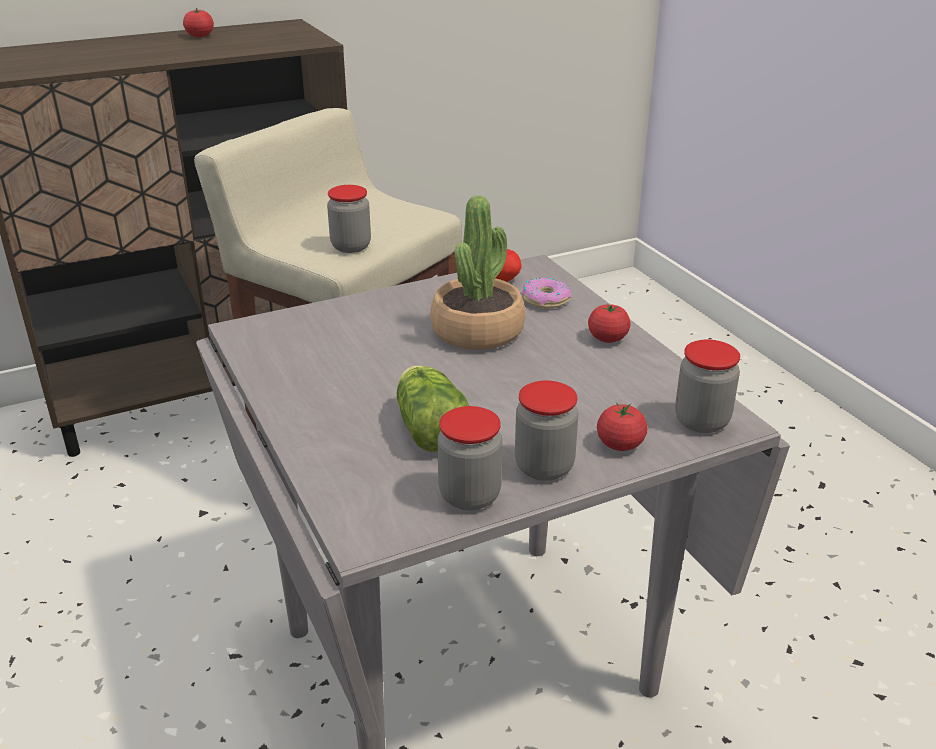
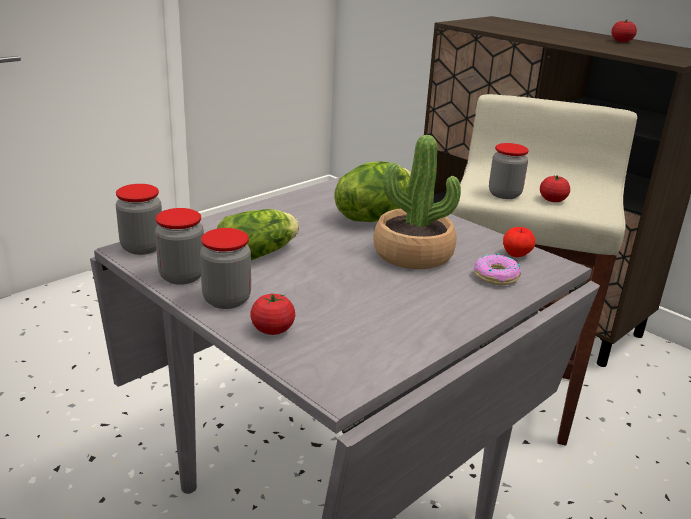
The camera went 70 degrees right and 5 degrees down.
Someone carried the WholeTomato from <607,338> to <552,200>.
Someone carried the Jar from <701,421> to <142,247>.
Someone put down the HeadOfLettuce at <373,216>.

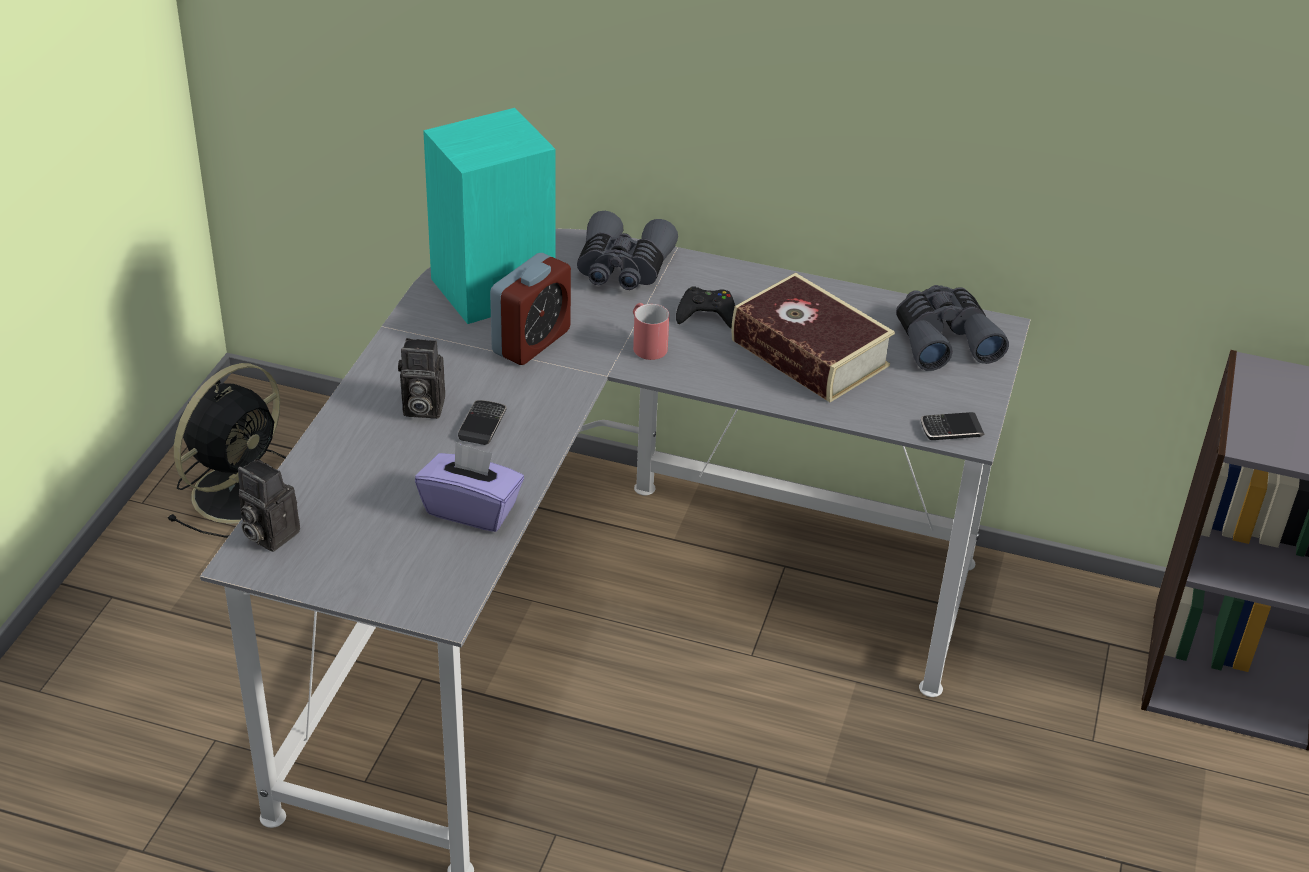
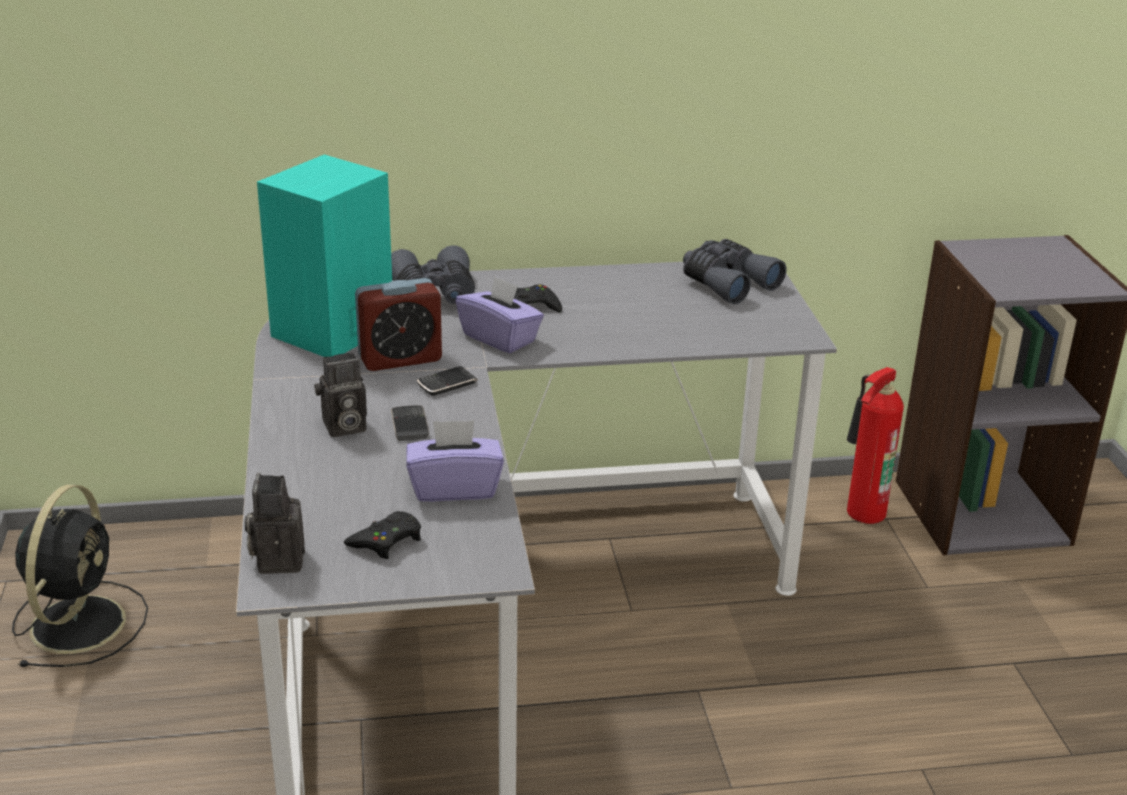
The camera went 25 degrees left and 10 degrees down.
Someone rotated the PhotoCamera at <267,534> by 75 degrees clockwise.
Someone rotated the TableClock at <531,341> by 60 degrees clockwise.
Someone swapped the RedCoffeeMug at <646,344> for the PurpleTissueBox at <500,338>.
Someone took away the Volume at <809,353>.
Someone carried the Telephone from <951,429> to <447,384>.
Someone put down the BlackJoypad at <386,541>.
Someone put down the FireFightingCylinder at <861,513>.

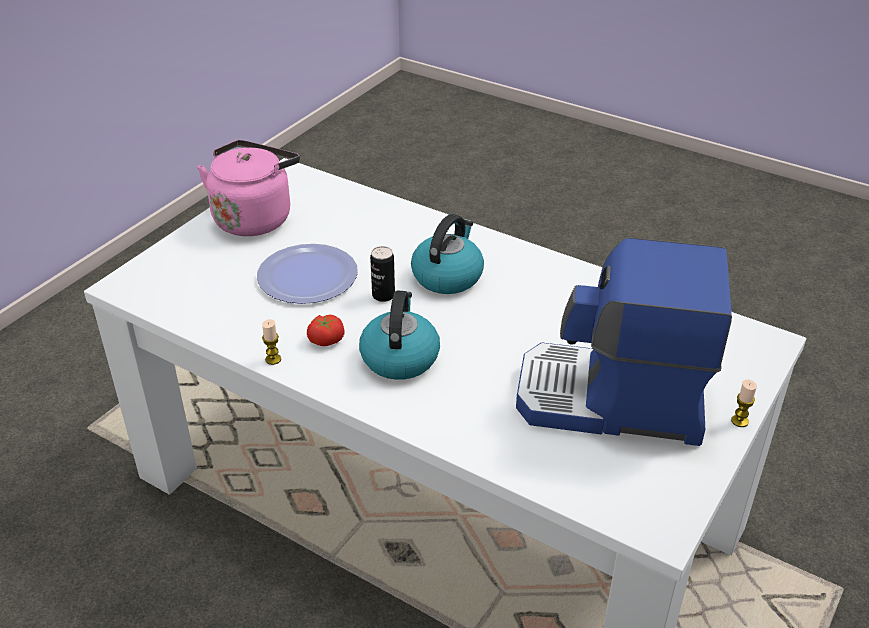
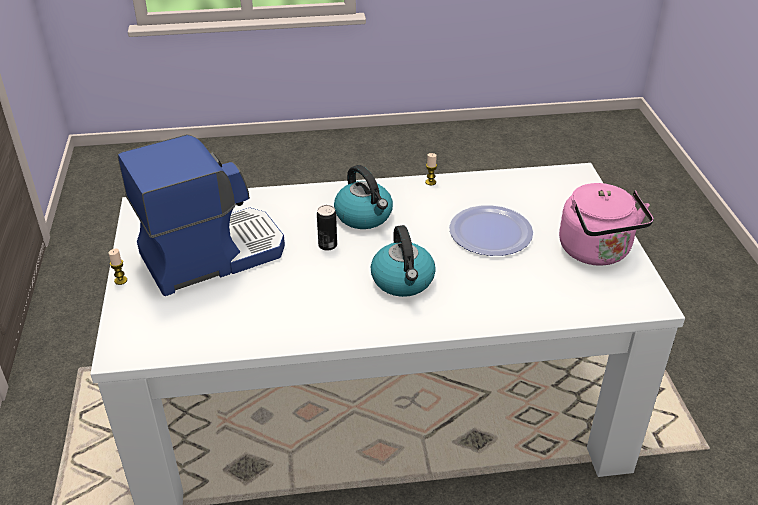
The camera went 140 degrees right and 0 degrees up.
Someone took away the WholeTomato at <326,339>.
Someone carried the Can from <383,295> to <327,245>.

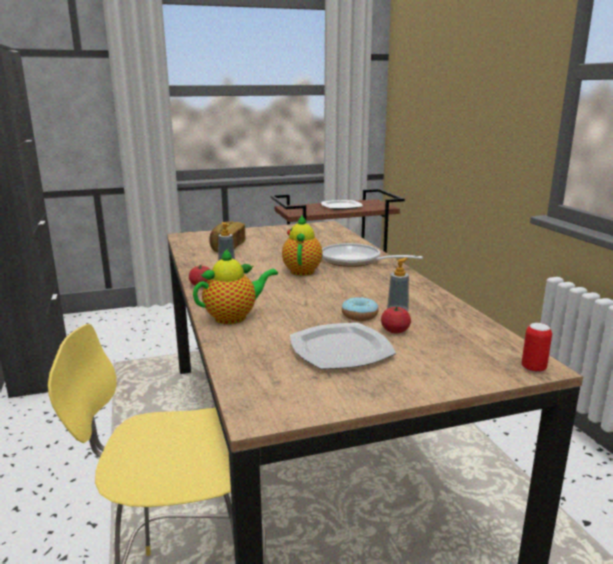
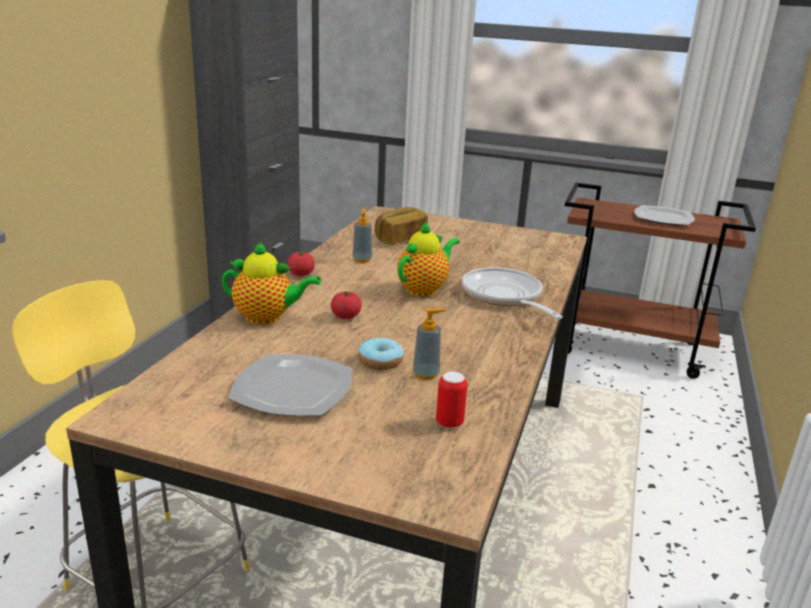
The camera went 35 degrees right and 5 degrees up.
Someone carried the WholeTomato from <395,331> to <346,316>.
Someone carried the Can from <533,368> to <449,423>.

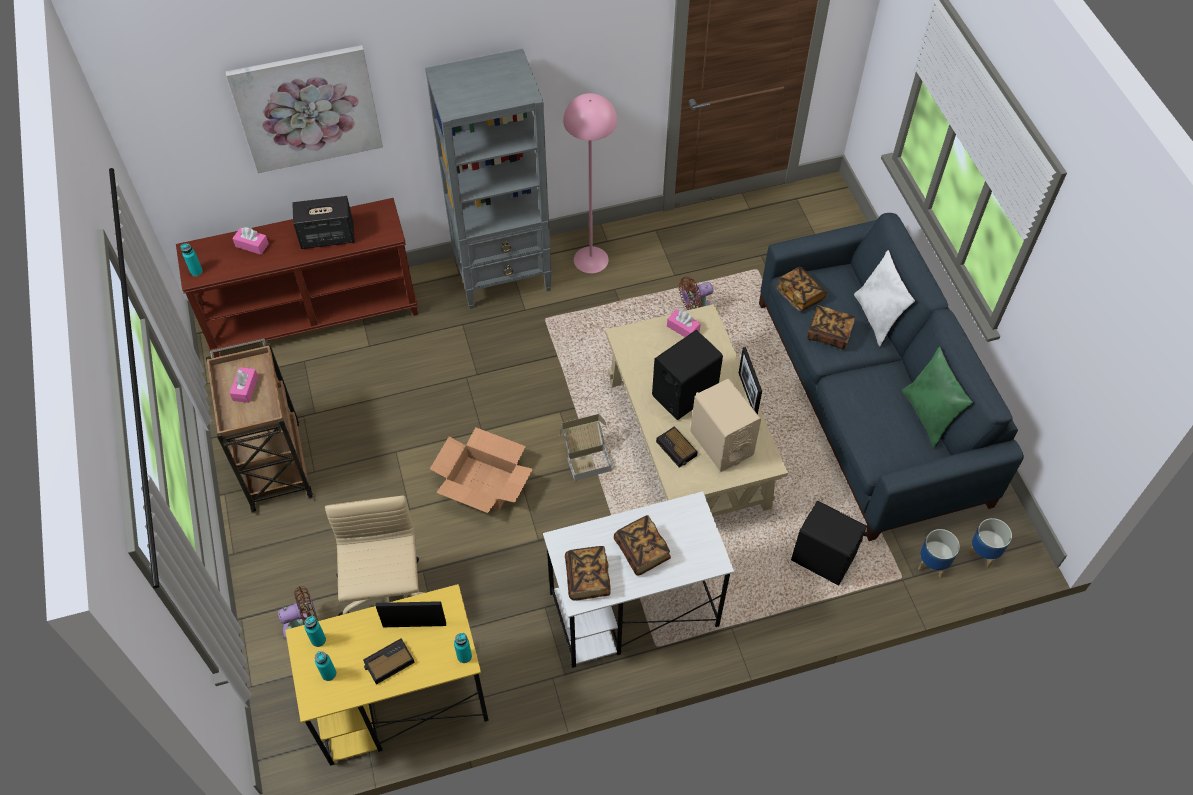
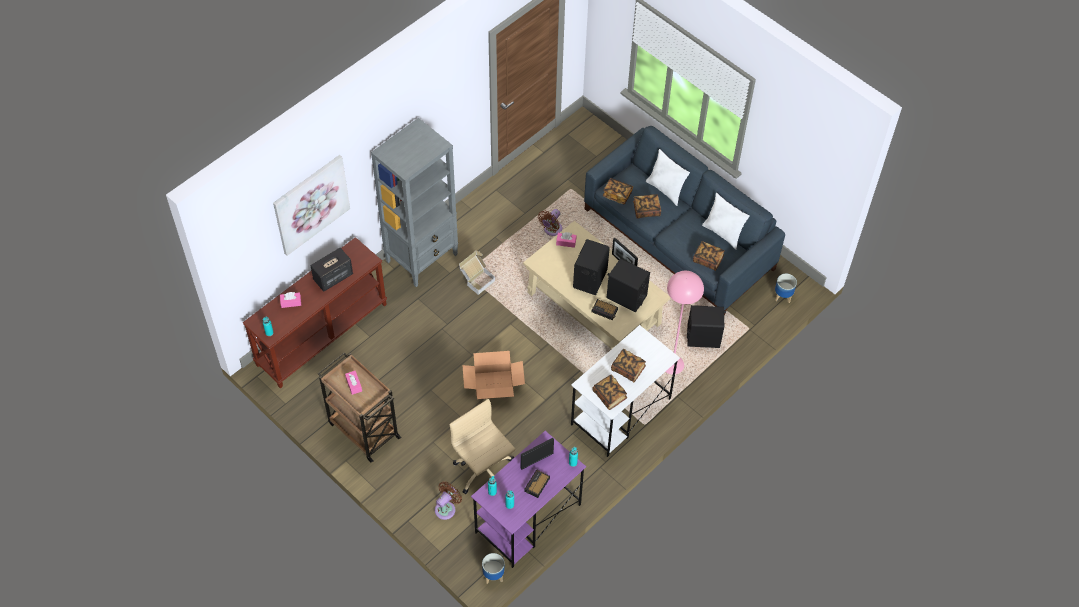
The camera went 30 degrees left and 0 degrees up.
Someone repainted the YellowColouredDesk at <400,703>, which became the PurpleDesk at <527,519>.
Someone carried the Carton from <586,457> to <476,279>.
Someone carried the PinkStandardLamp from <591,259> to <672,364>.
Someone repainted the BeigeColouredLoudspeaker at <721,443>, which became the BlackLoudspeaker at <626,297>.
Someone repainted the GreenCushion at <929,416>, which became the WhitishCushion at <723,233>.
Someone carried the FlowerPot from <932,564> to <493,575>.
Someone put down the Volume at <708,260>.

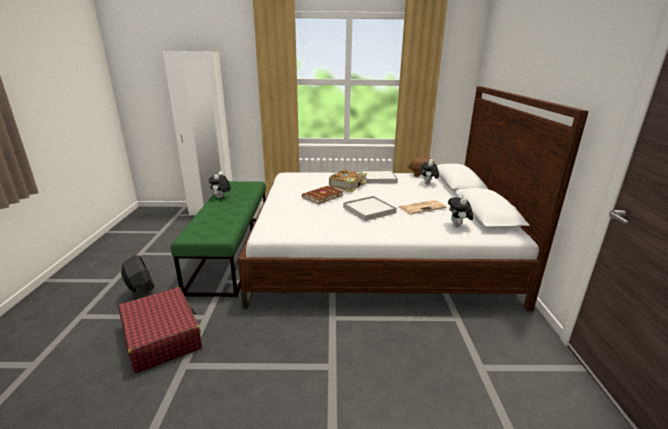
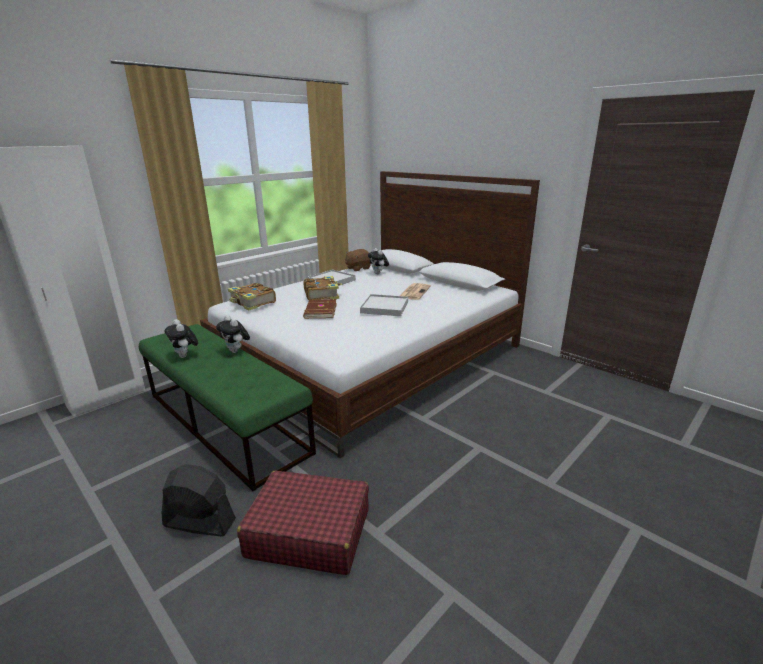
The camera went 45 degrees left and 0 degrees up.
Someone carried the SoftToy from <458,226> to <236,351>.
Someone put down the Volume at <252,303>.

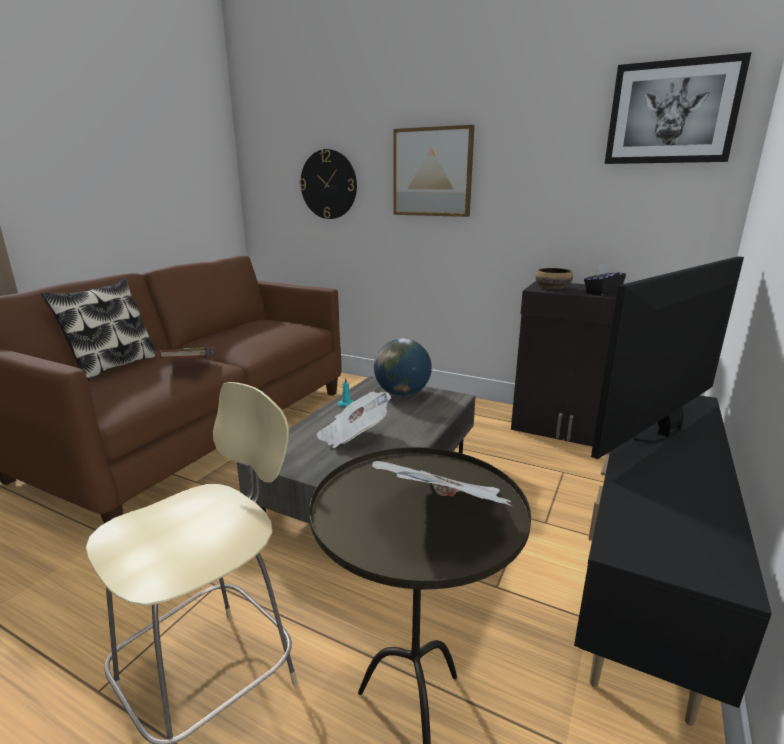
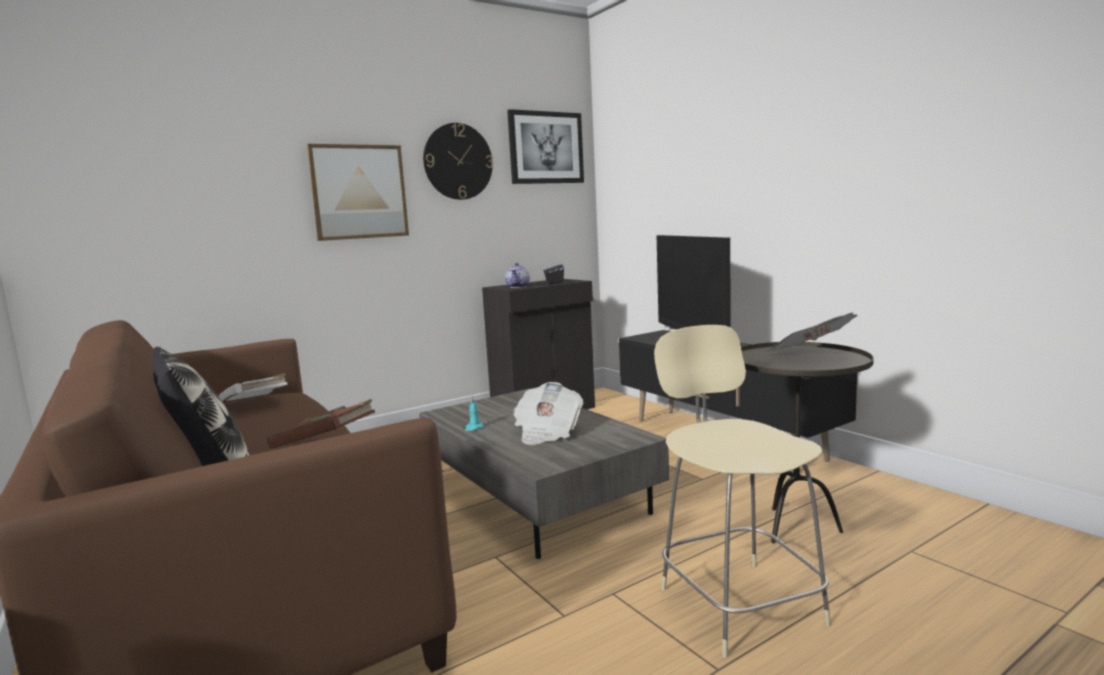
The camera went 60 degrees left and 10 degrees down.
Someone carried the ClockOnTheWall from <328,184> to <458,161>.
Someone took away the Globe at <402,393>.
Someone swapped the Bowl at <553,288> for the PotForTea at <518,287>.
Someone put down the WhitishVolume at <256,403>.

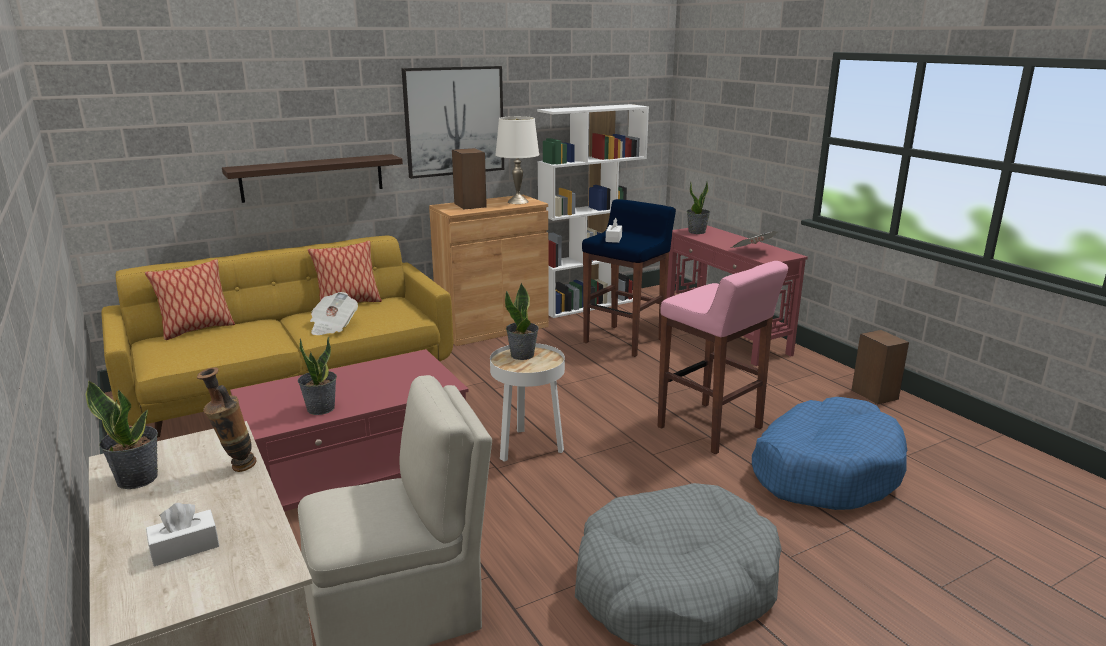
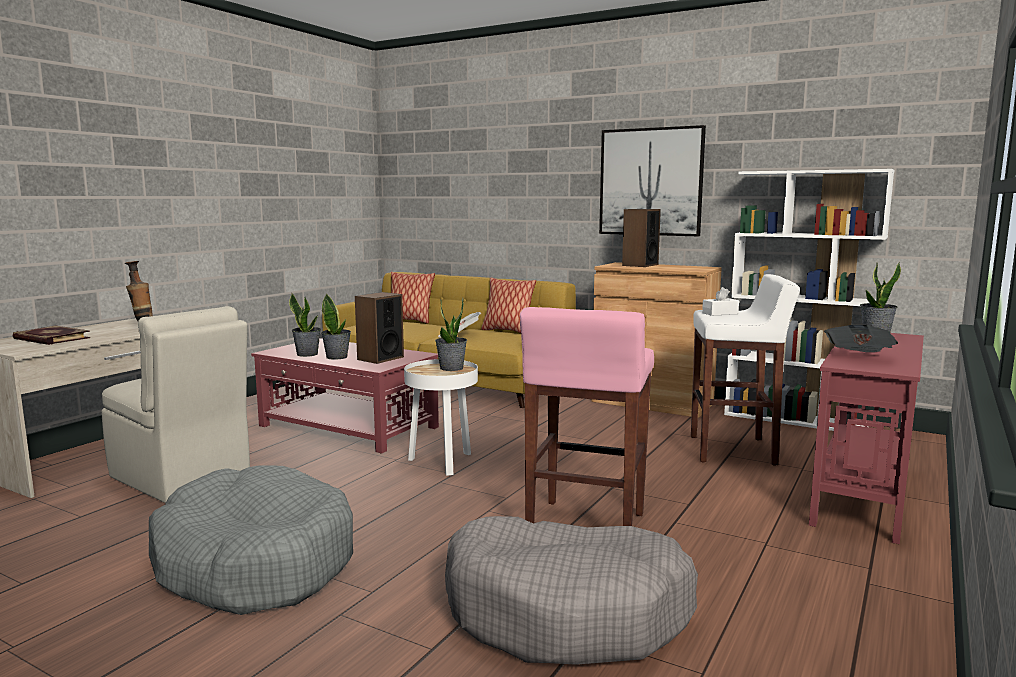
The camera went 60 degrees right and 10 degrees down.
Someone carried the PottedPlant from <137,478> to <337,357>.
Someone swapped the WhitishTissueBox at <185,548> for the Volume at <50,338>.
Someone took away the Shelf at <313,177>.
Someone took away the WhitishLampForATable at <518,202>.
Someone repainted the BlueColouredStool at <624,341>, which became the WhitishStool at <733,450>.
Someone repainted the BlueColouredDogBed at <825,470>, which became the GreyishDogBed at <567,612>.
Someone carried the Loudspeaker from <874,394> to <380,358>.

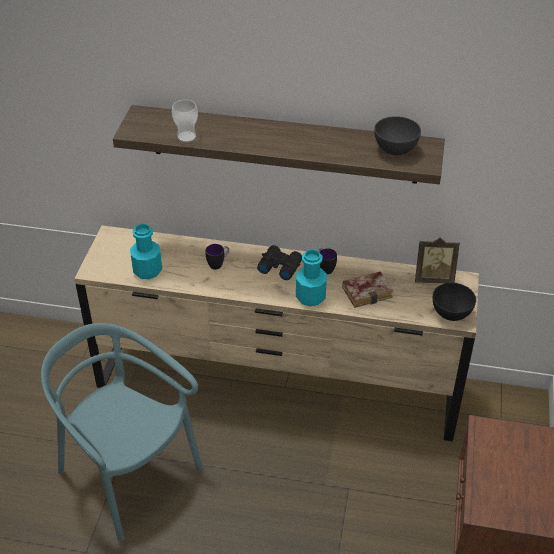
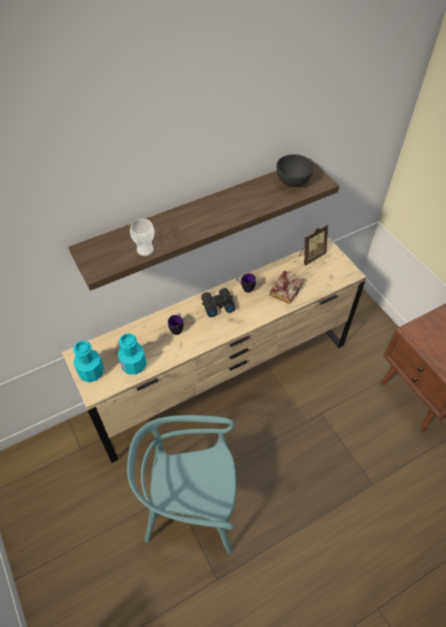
The camera went 40 degrees left and 10 degrees up.
Someone carried the BlueGreenBottle from <310,297> to <91,372>.
Someone took away the BlackBowl at <451,313>.

